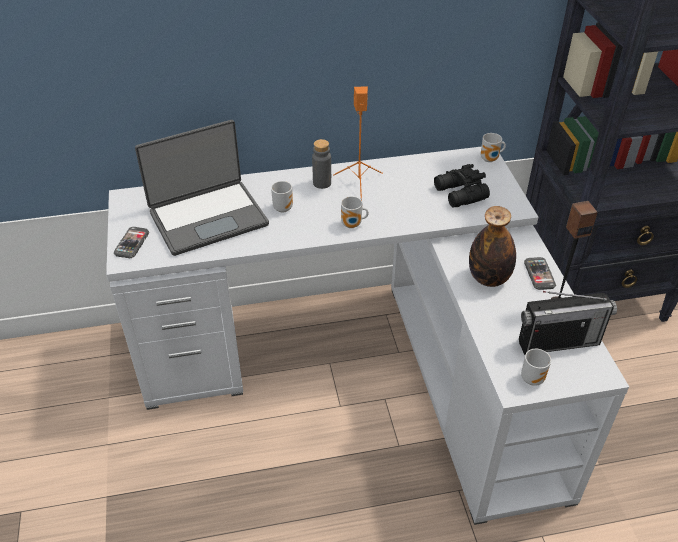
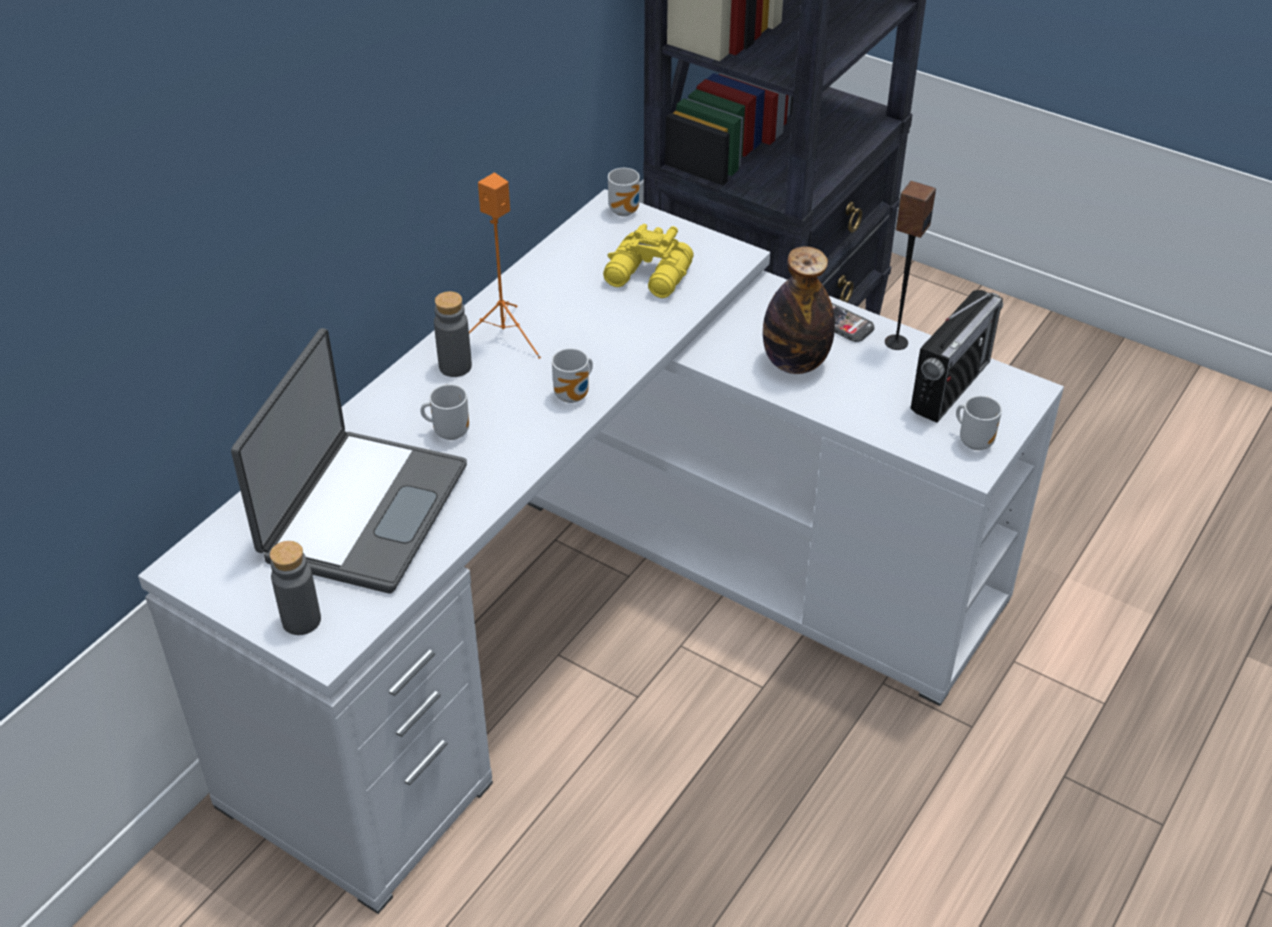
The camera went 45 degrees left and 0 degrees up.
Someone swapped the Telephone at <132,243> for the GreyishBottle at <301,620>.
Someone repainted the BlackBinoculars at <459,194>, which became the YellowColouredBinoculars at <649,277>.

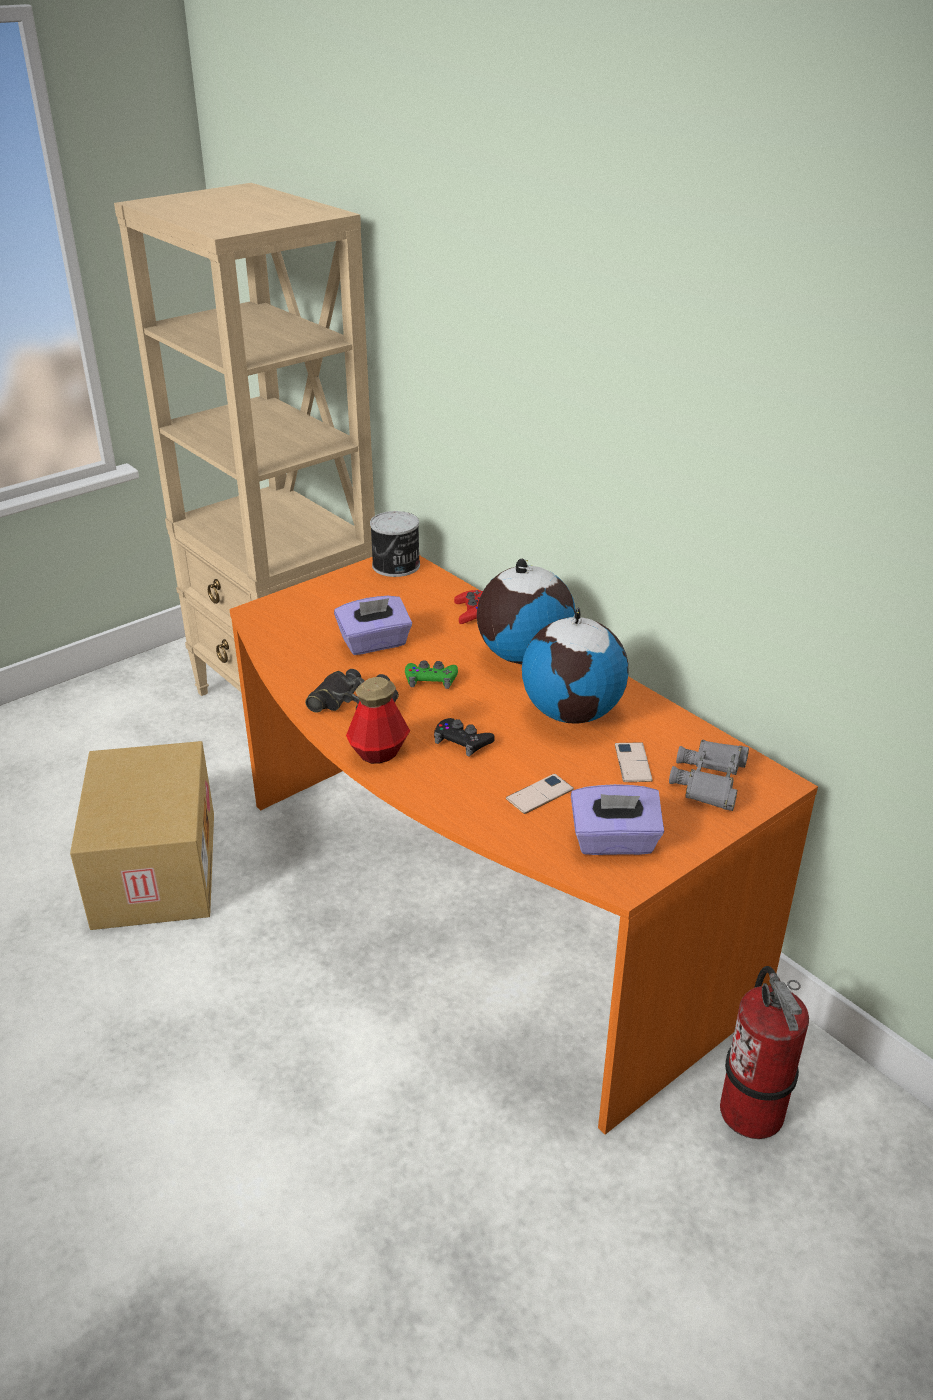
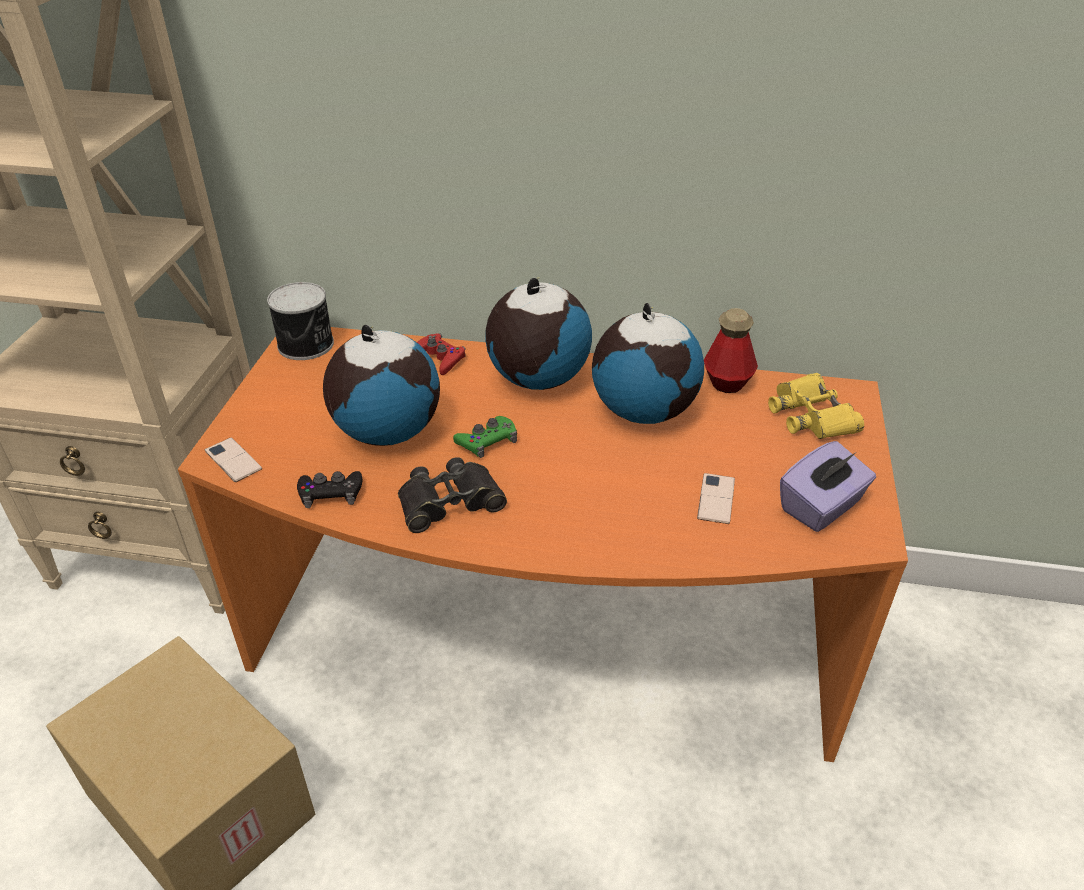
The camera went 40 degrees left and 5 degrees up.
Someone swapped the PurpleTissueBox at <374,643> for the Globe at <387,432>.
Someone carried the Bottle from <379,752> to <727,382>.
Someone carried the BlackJoypad from <462,741> to <331,493>.
Someone carried the Telephone from <633,763> to <233,460>.
Someone repainted the GreyishBinoculars at <710,780>, which became the YellowColouredBinoculars at <811,415>.
Someone took away the FireFightingCylinder at <752,1110>.

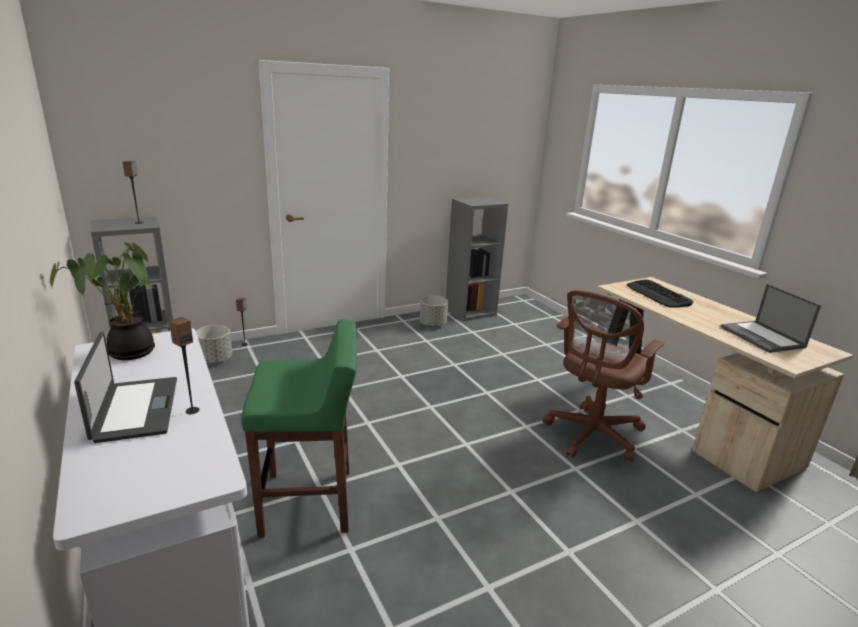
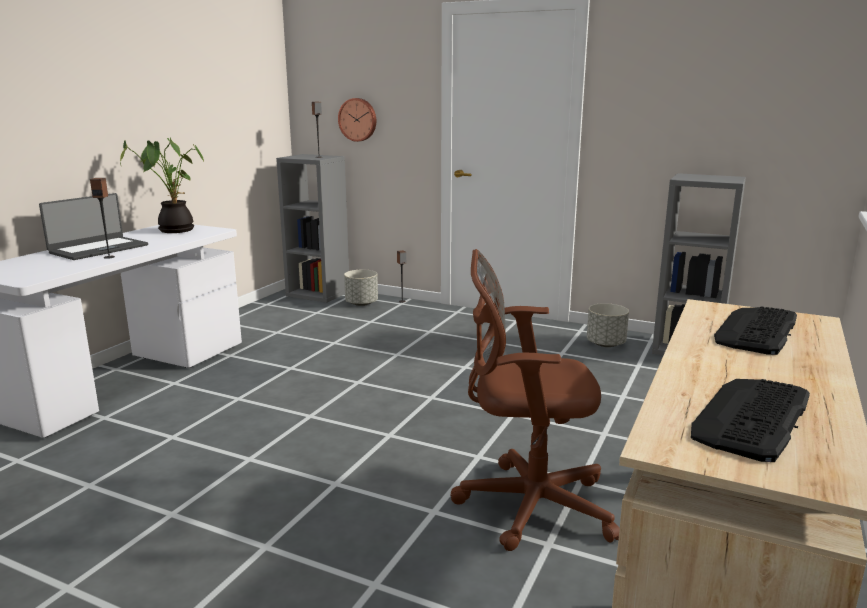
The camera went 55 degrees right and 5 degrees down.
Someone took away the GreenStool at <309,502>.
Someone swapped the NotebookComputer at <762,337> for the PcKeyboard at <751,418>.
Someone put up the ClockOnTheWall at <358,119>.

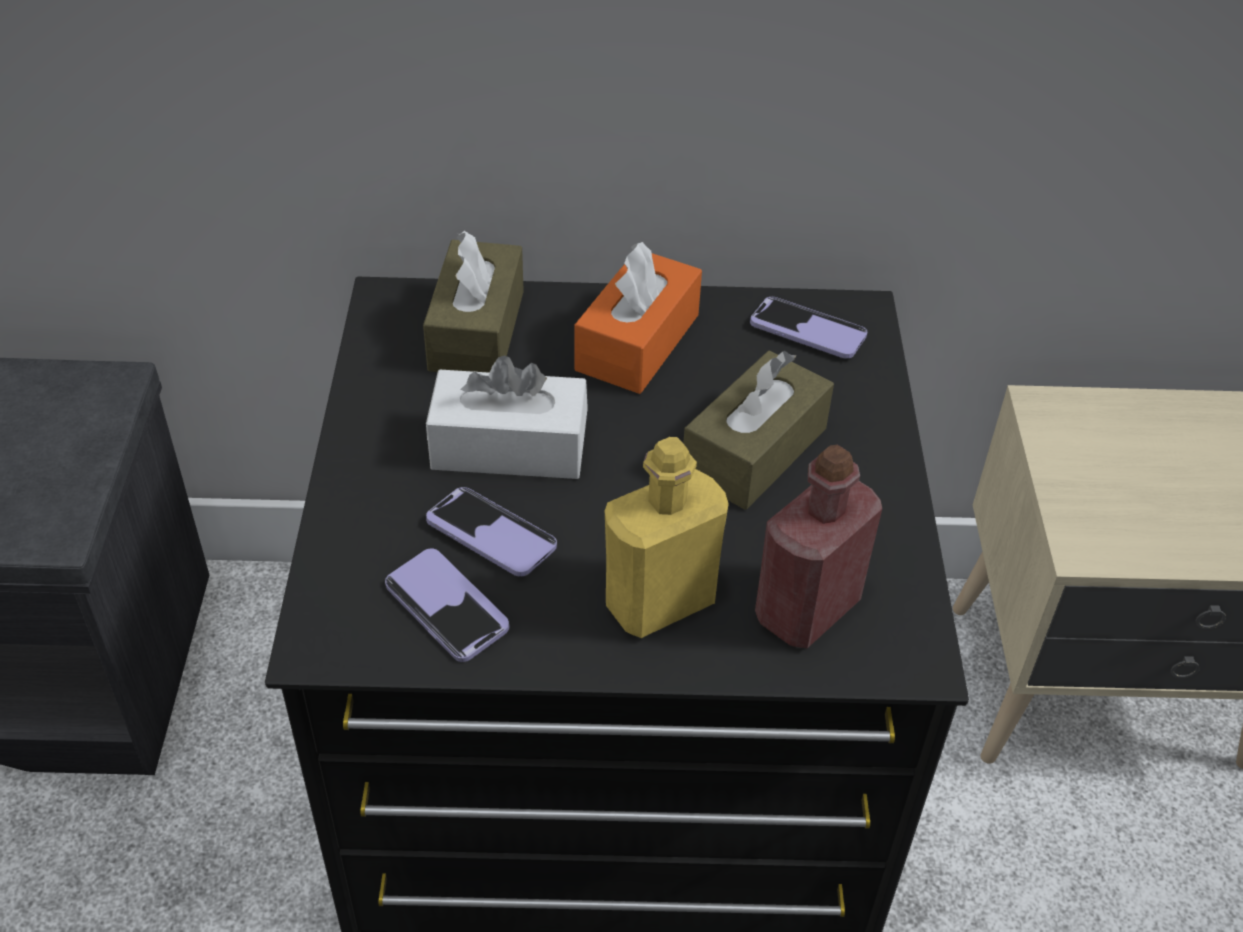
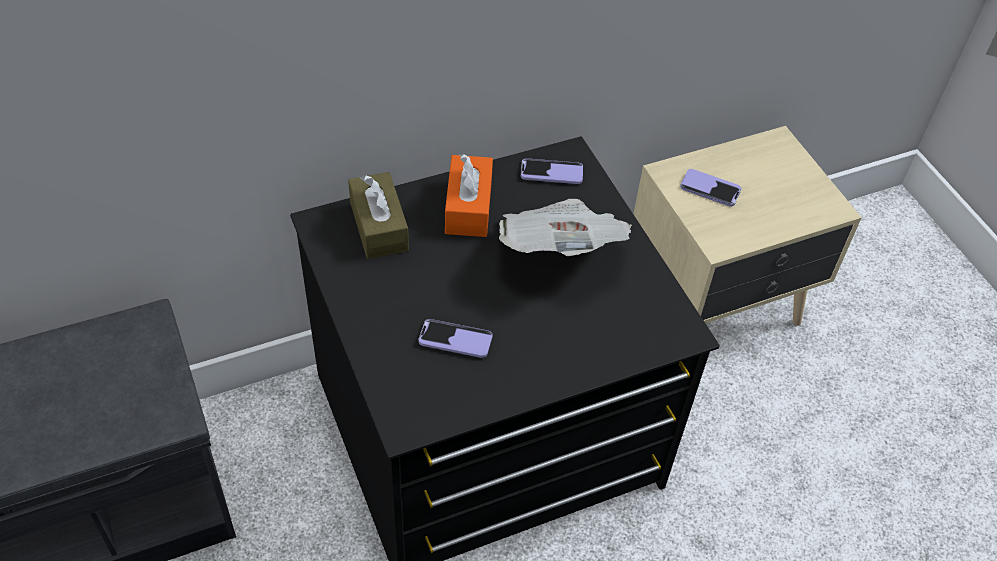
The camera went 25 degrees left and 5 degrees up.
Someone carried the Telephone from <446,607> to <710,189>.
Someone took away the WhitishTissueBox at <509,447>.
Someone took away the YellowColouredBottle at <660,602>.
Someone swapped the BrownColouredTissueBox at <754,451> for the PrintedPaper at <560,250>.
Someone took away the RedBottle at <807,609>.

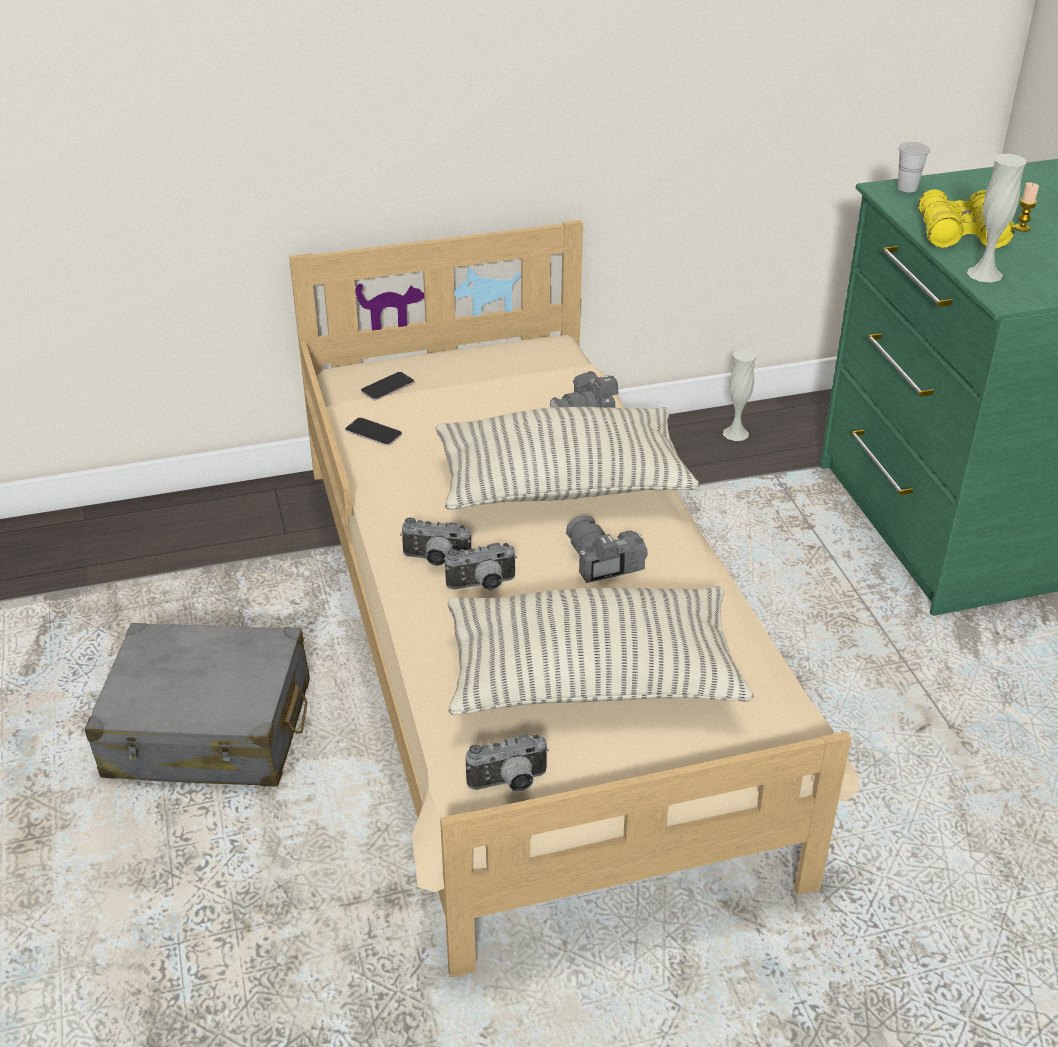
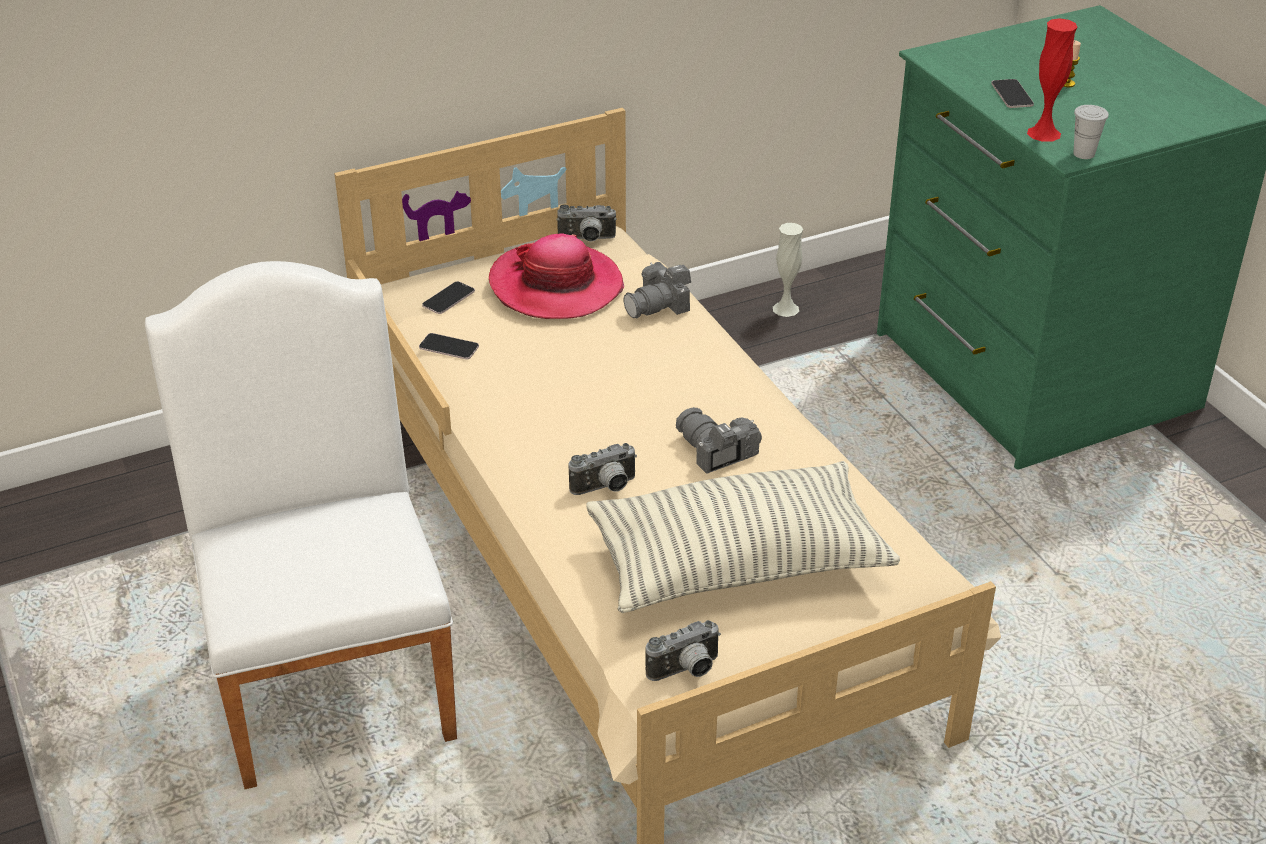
The camera went 10 degrees left and 0 degrees up.
Someone swapped the GreyishTravelCase at <209,730> for the WhitishChair at <330,670>.
Someone carried the PhotoCamera from <435,560> to <586,239>.
Someone took away the Cushion at <562,486>.
Someone carried the WhitishCup from <907,188> to <1084,154>.
Someone swapped the YellowColouredBinoculars at <961,234> for the Telephone at <1012,94>.
Someone repainted the WhitishFlowerVase at <984,274>, which became the RedFlowerVase at <1044,133>.
Someone put down the ClothingHat at <556,286>.

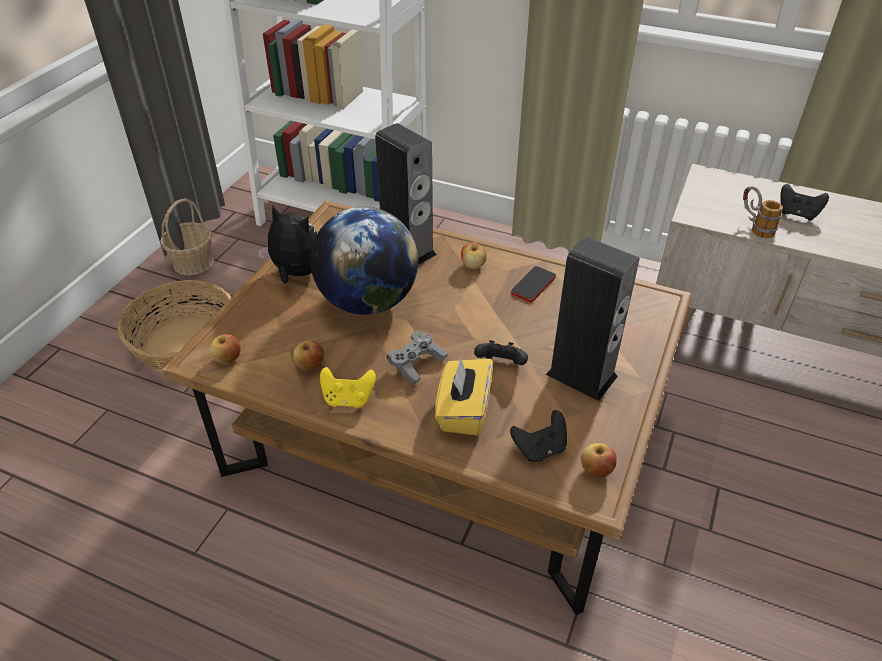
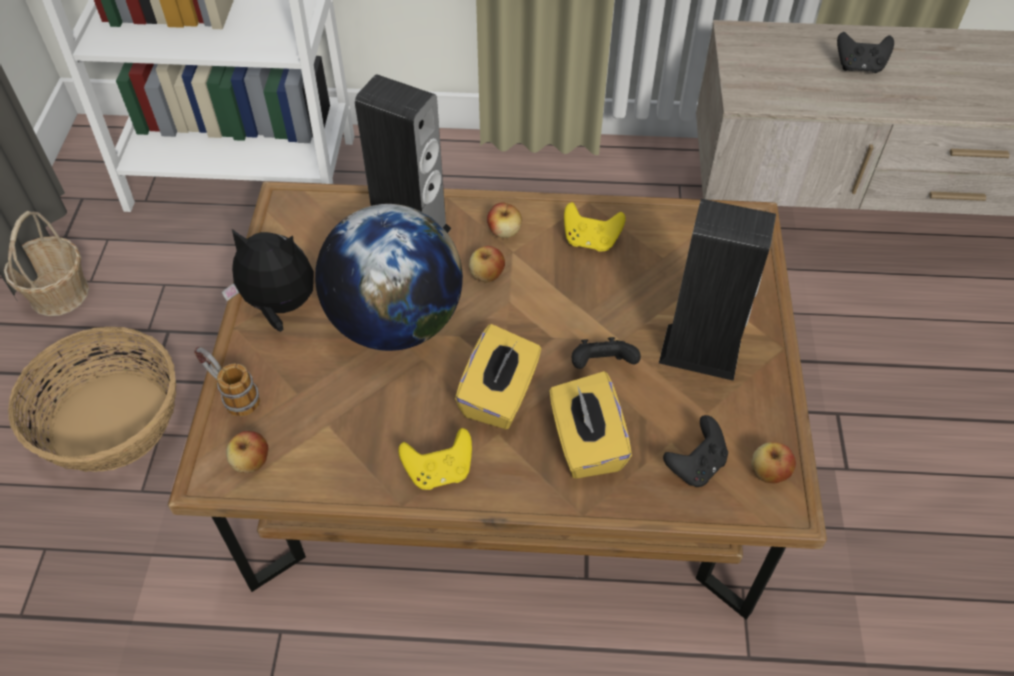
The camera went 20 degrees left and 10 degrees up.
Someone carried the Apple from <310,365> to <487,275>.
Someone swapped the GreyishJoypad at <416,364> for the YellowColouredTissueBox at <500,395>.
Someone swapped the Telephone at <533,285> for the YellowColouredJoypad at <590,241>.
Someone carried the CoffeeMug from <754,226> to <231,394>.

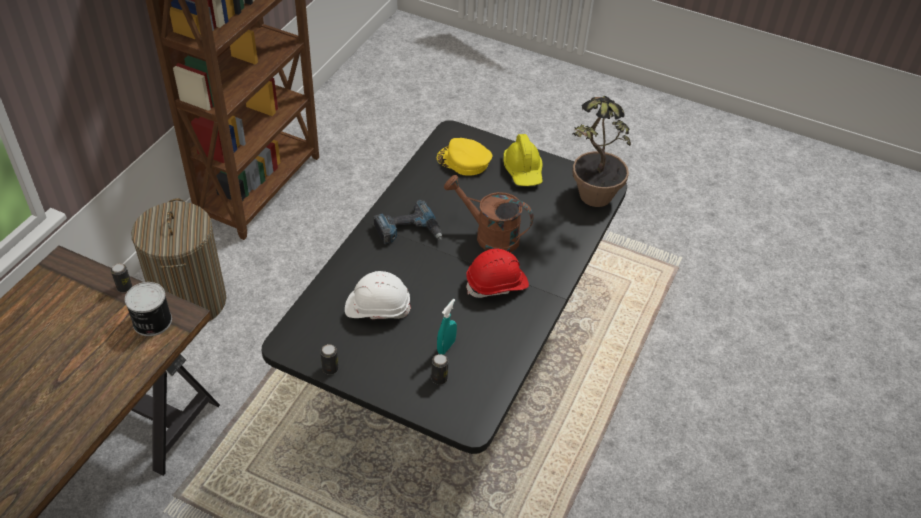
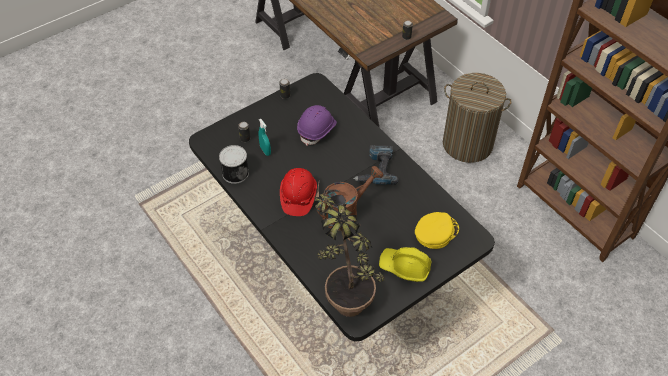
The camera went 120 degrees right and 5 degrees up.
Someone carried the Can from <151,322> to <235,172>.
Someone repainted the WhitishWorkHelmet at <377,307>, which became the PurpleWorkHelmet at <317,130>.

